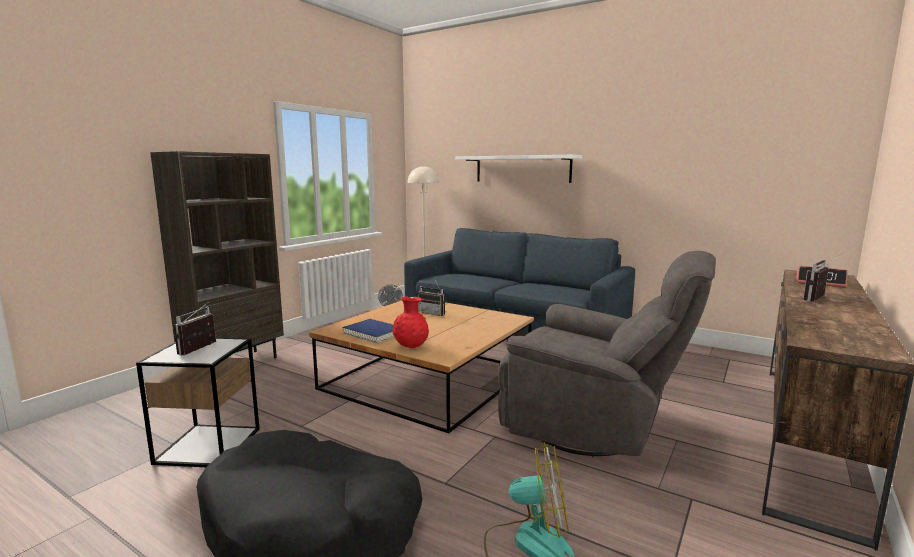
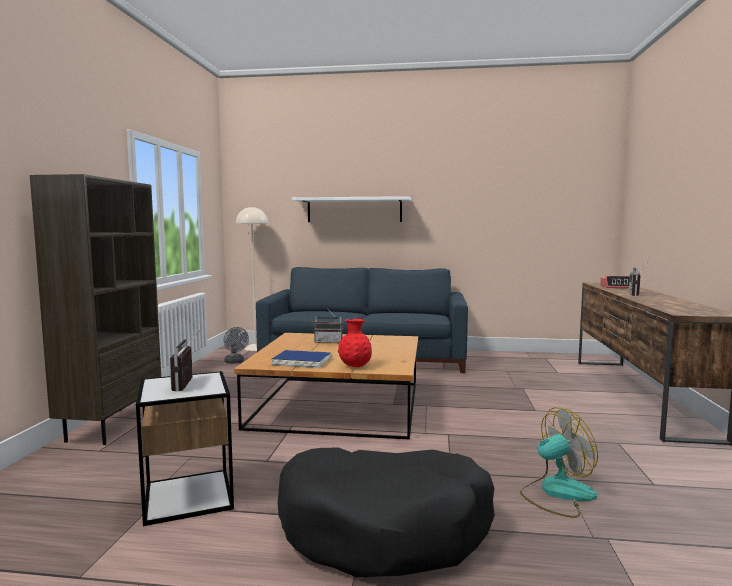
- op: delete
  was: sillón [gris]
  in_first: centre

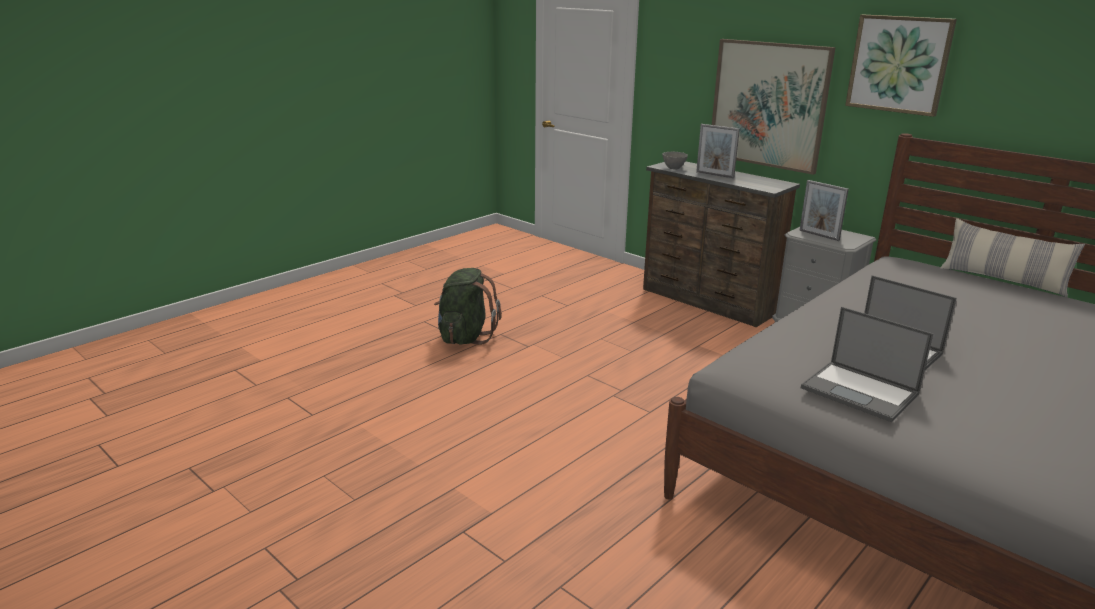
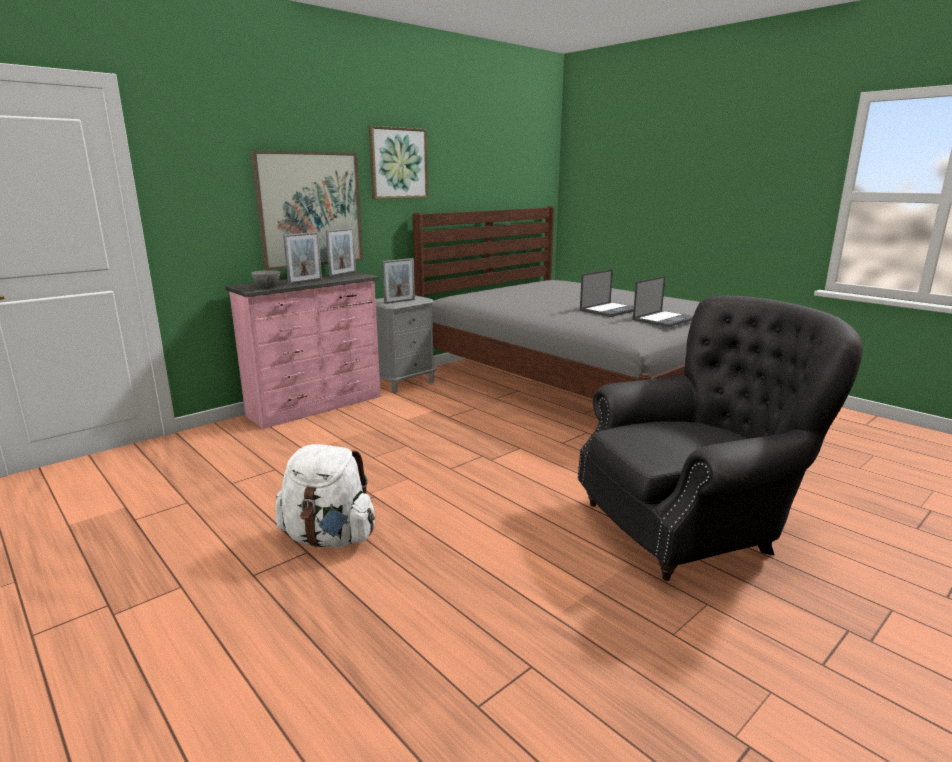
- op: recolor
  was: cómoda [marrón]
  now: cómoda [rosa]
  in_first: centre
  in_second: middle left
- op: recolor
  was: mochila [verde]
  now: mochila [blanco]
  in_first: centre
  in_second: centre
- op: insert
  now: portarretratos (2nd from left)
  in_second: top centre
- op: insert
  now: sillón [gris]
  in_second: middle right
- op: delete
  was: cojín
  in_first: middle right

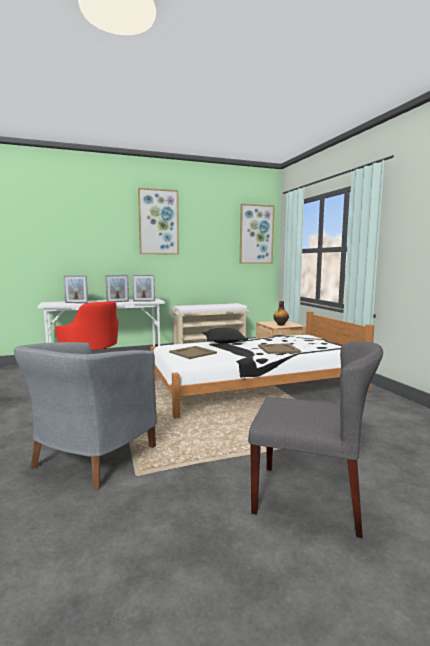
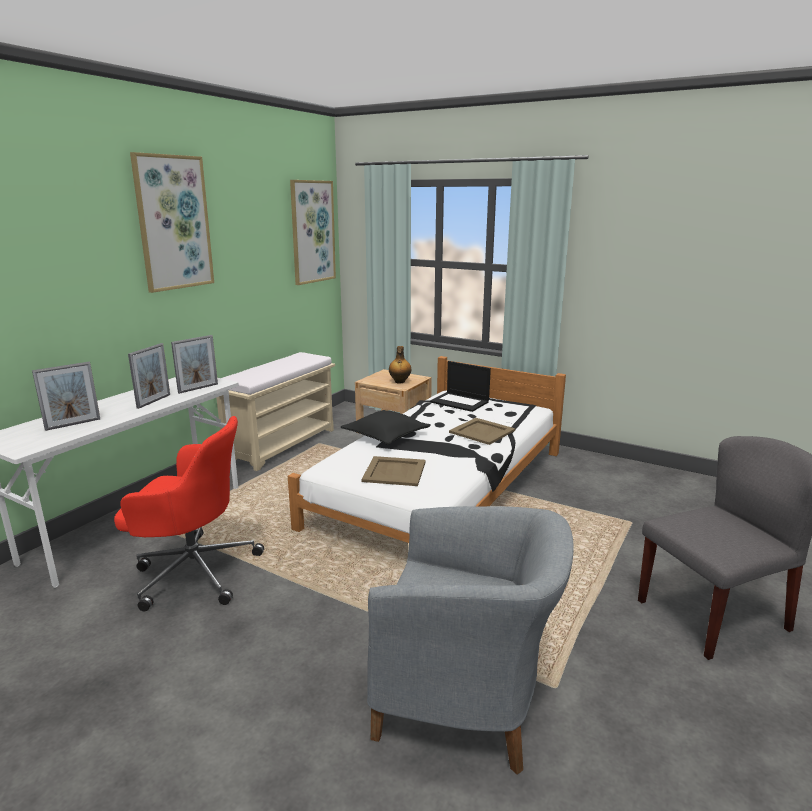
- op: rotate
  was: sillón [gris]
  in_first: middle left
  in_second: bottom centre
  clockwise: -60
- op: insert
  now: portátil
  in_second: centre

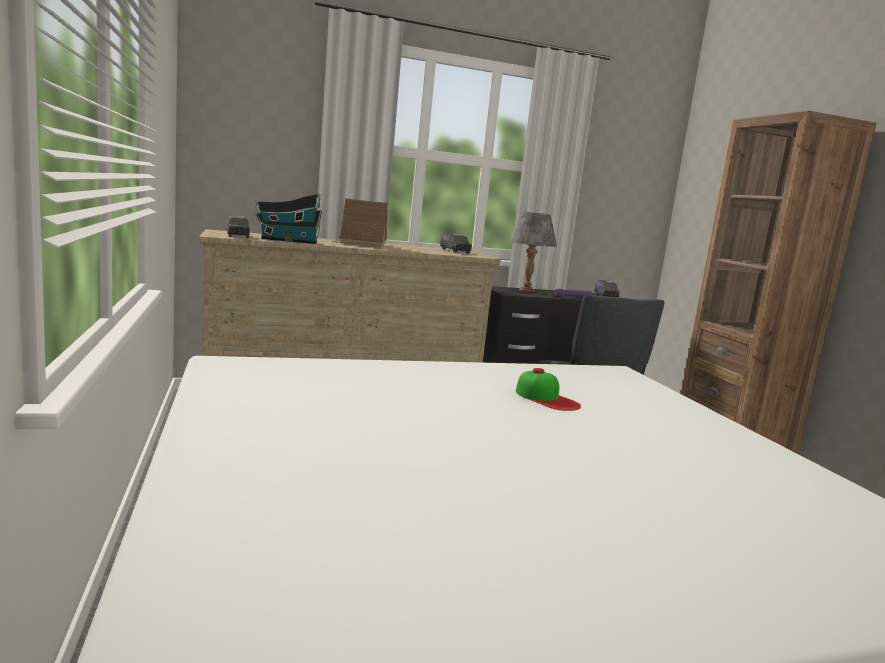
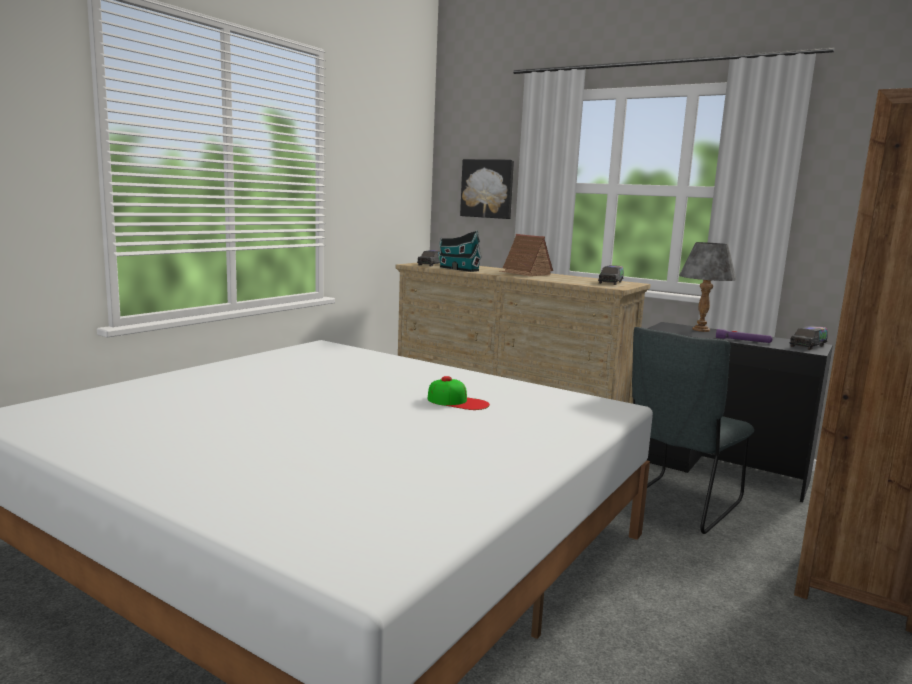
- op: rotate
  was: gorra
  in_first: centre
  in_second: centre
  clockwise: -75
- op: insert
  now: cuadro
  in_second: top centre

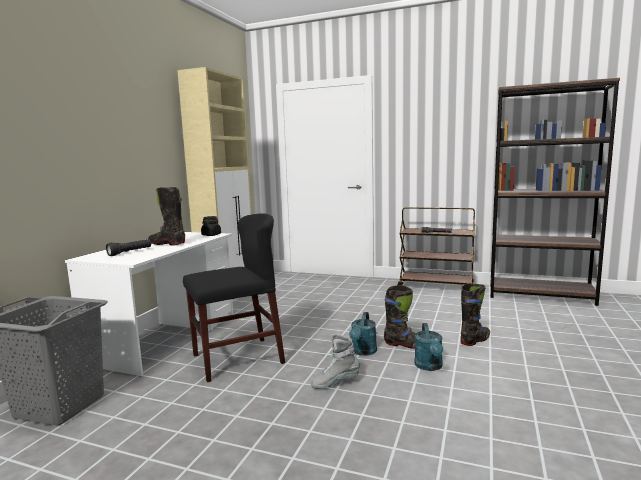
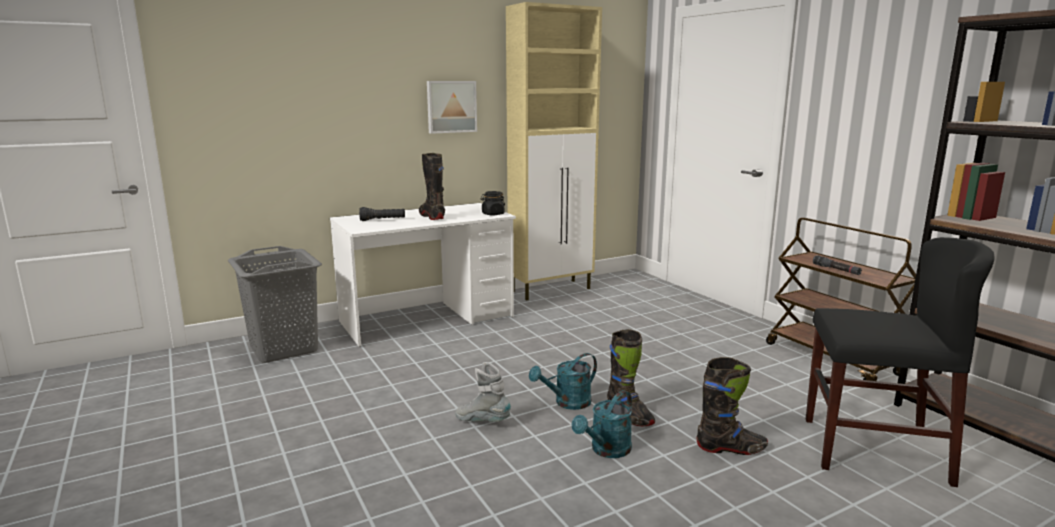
- op: insert
  now: cuadro
  in_second: top centre
- op: move
  was: silla [negro]
  in_first: centre
  in_second: bottom right

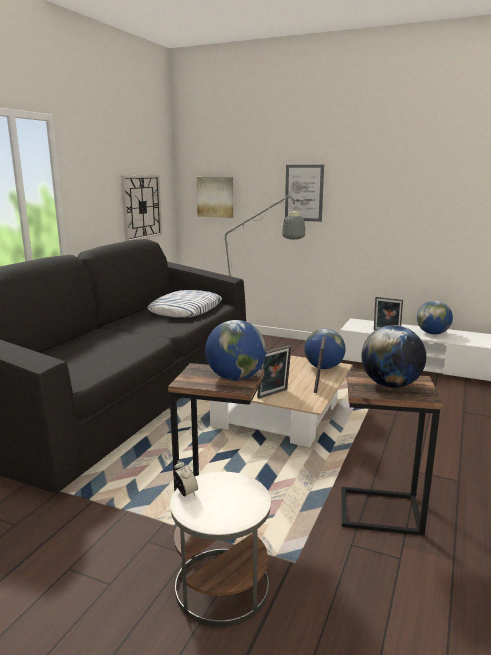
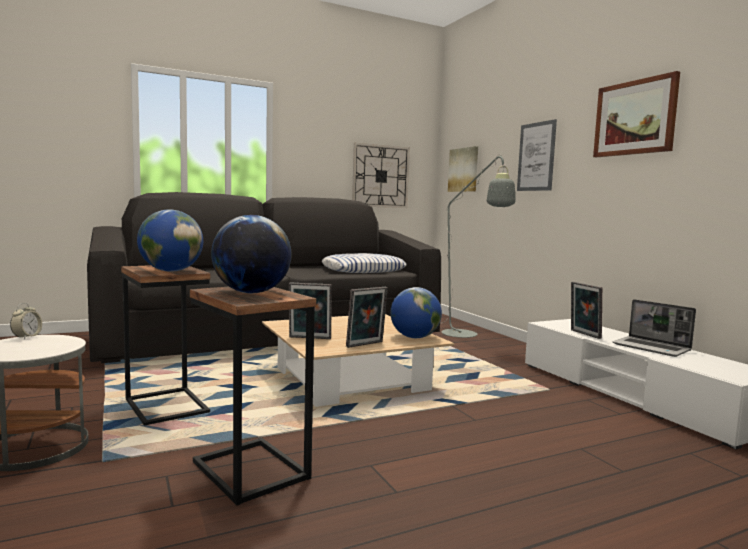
- op: insert
  now: cuadro (3rd from left)
  in_second: top right
- op: replace
  was: globo terráqueo (4th from left)
  now: portátil
  in_first: middle right
  in_second: middle right

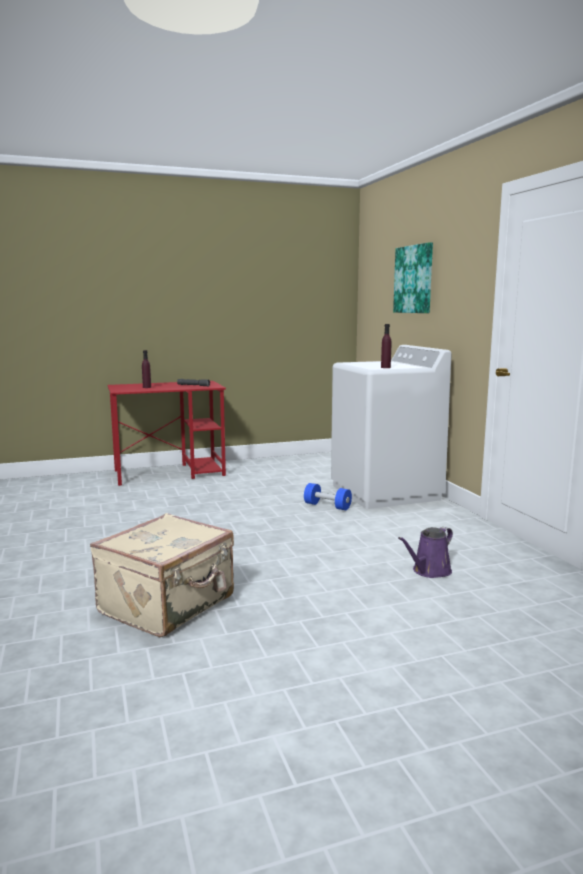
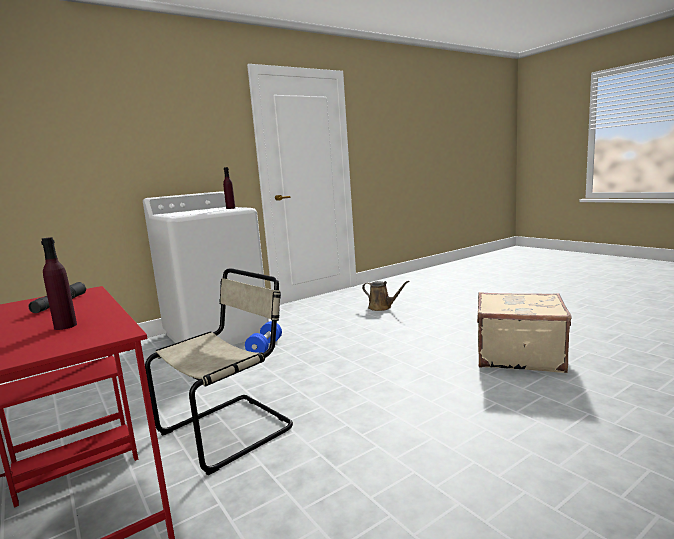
- op: insert
  now: silla [beis]
  in_second: bottom left
- op: recolor
  was: regadera [morado]
  now: regadera [marrón]
  in_first: middle right
  in_second: centre
- op: delete
  was: cuadro
  in_first: top right

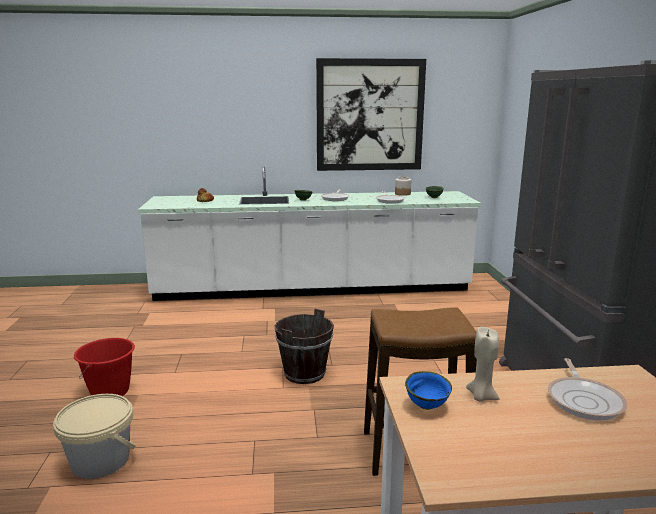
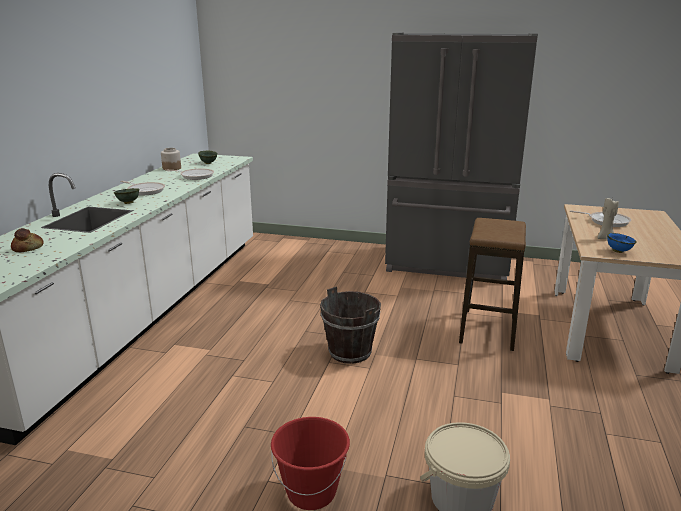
- op: delete
  was: cuadro
  in_first: top centre

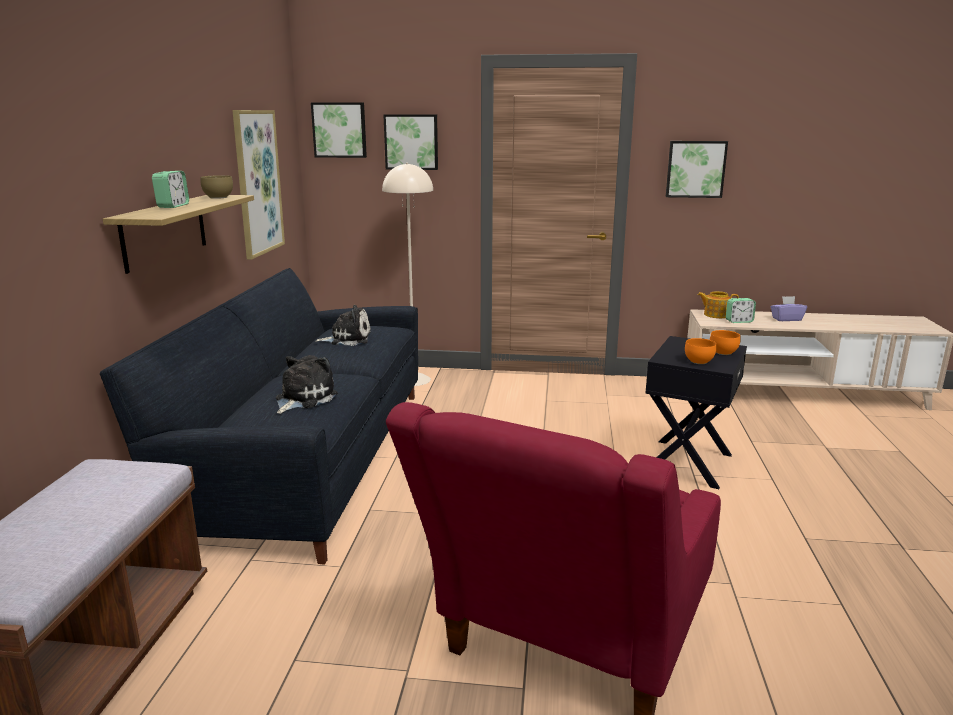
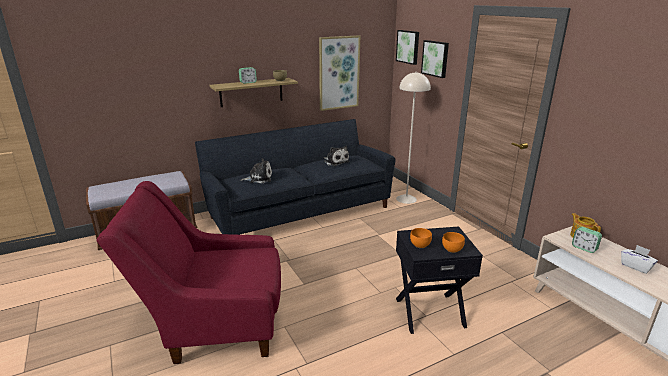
- op: recolor
  was: caja de pañuelos [morado]
  now: caja de pañuelos [blanco]
  in_first: middle right
  in_second: bottom right
- op: delete
  was: cuadro (4th from left)
  in_first: top right

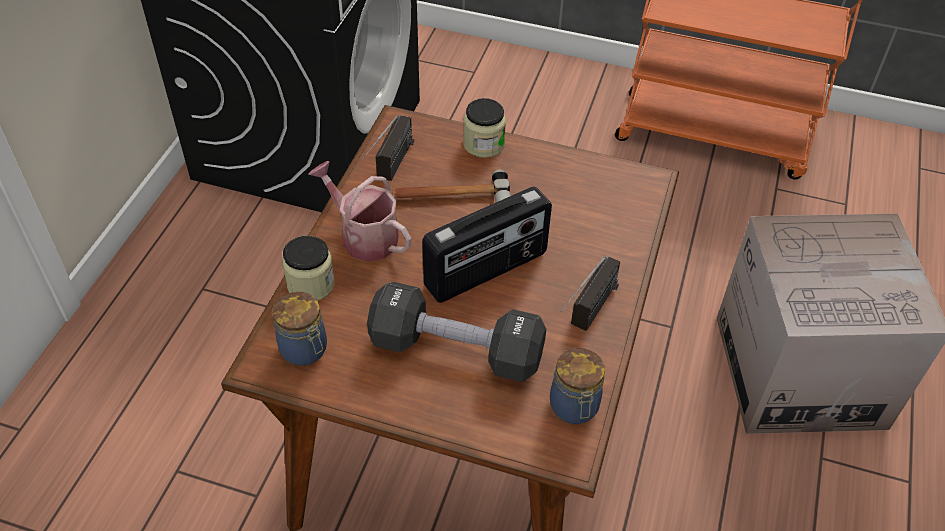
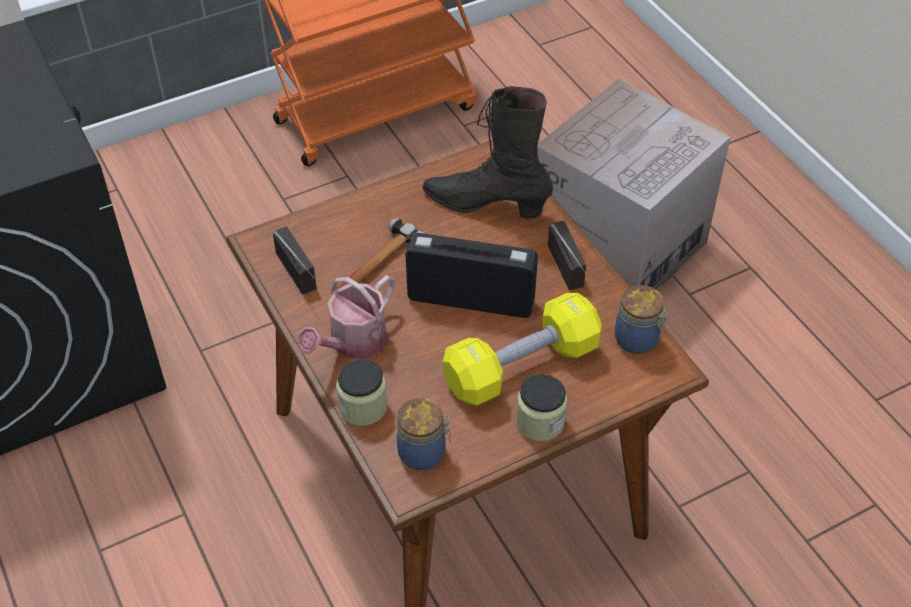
- op: rotate
  was: regadera
  in_first: centre
  in_second: centre
  clockwise: -45
- op: rotate
  was: radio (2nd from left)
  in_first: centre
  in_second: centre
  clockwise: -90
- op: insert
  now: bota [negro]
  in_second: top centre
- op: recolor
  was: mancuerna [negro]
  now: mancuerna [amarillo]
  in_first: centre
  in_second: centre
- op: move
  was: tarro (3rd from left)
  in_first: top centre
  in_second: bottom centre

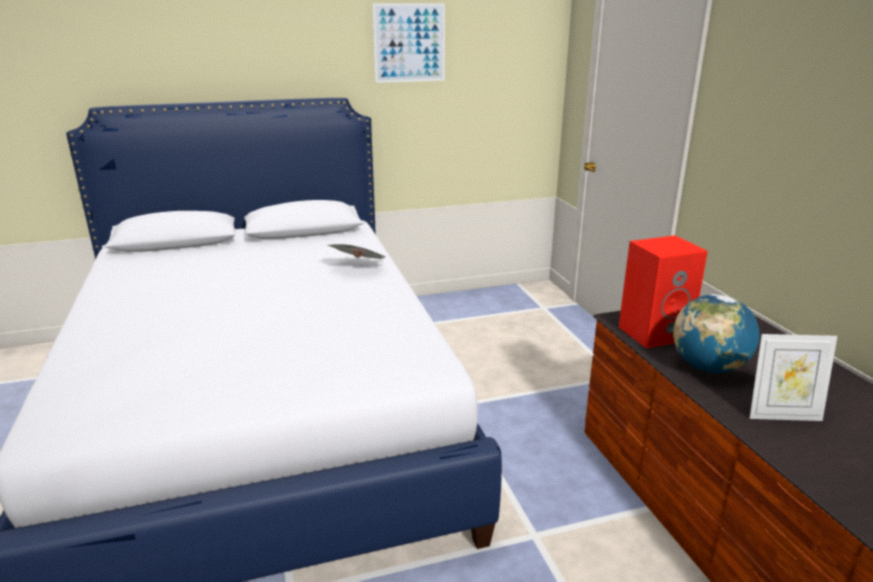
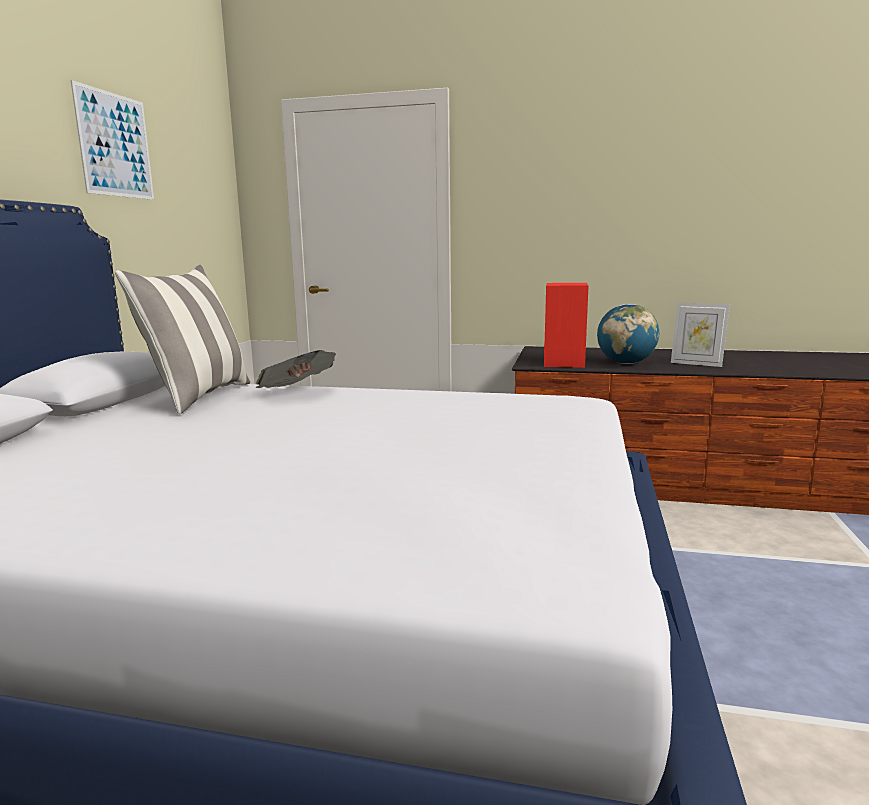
- op: insert
  now: cojín
  in_second: middle left
- op: rotate
  was: portarretratos
  in_first: middle right
  in_second: middle right
  clockwise: 90

